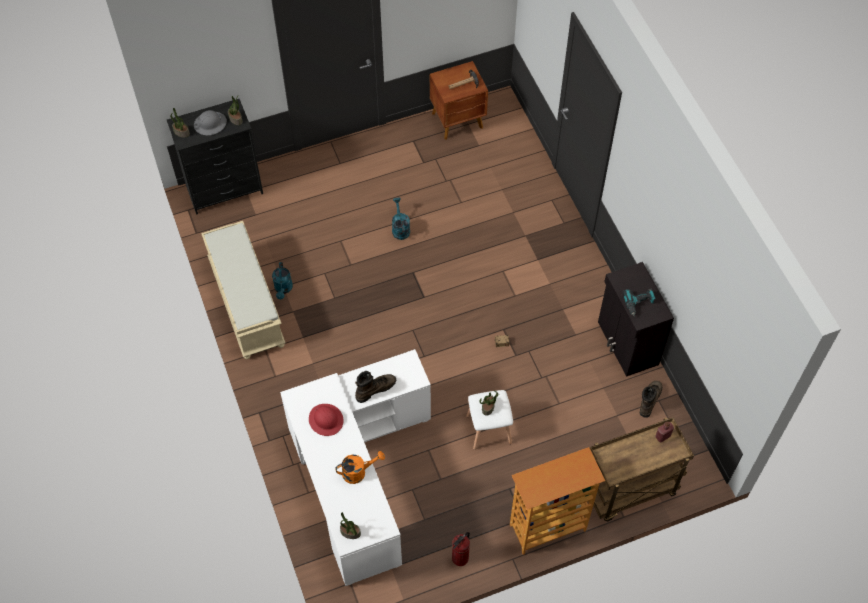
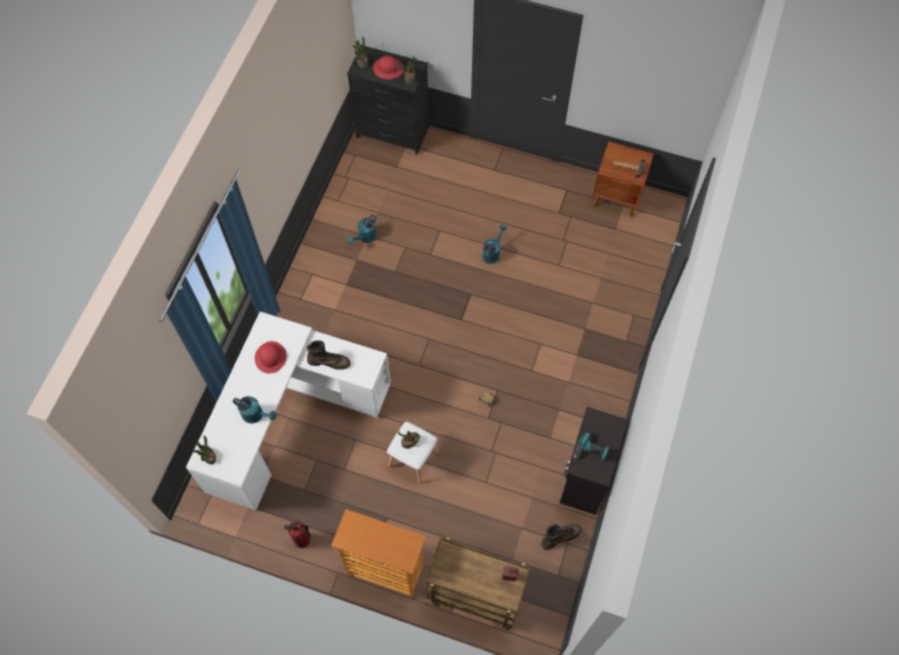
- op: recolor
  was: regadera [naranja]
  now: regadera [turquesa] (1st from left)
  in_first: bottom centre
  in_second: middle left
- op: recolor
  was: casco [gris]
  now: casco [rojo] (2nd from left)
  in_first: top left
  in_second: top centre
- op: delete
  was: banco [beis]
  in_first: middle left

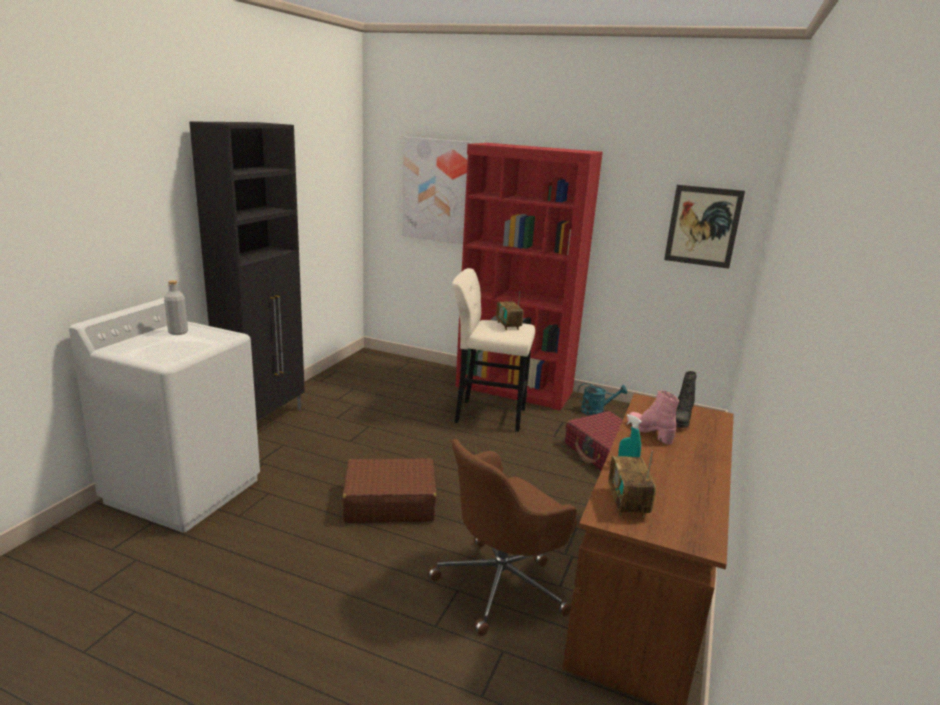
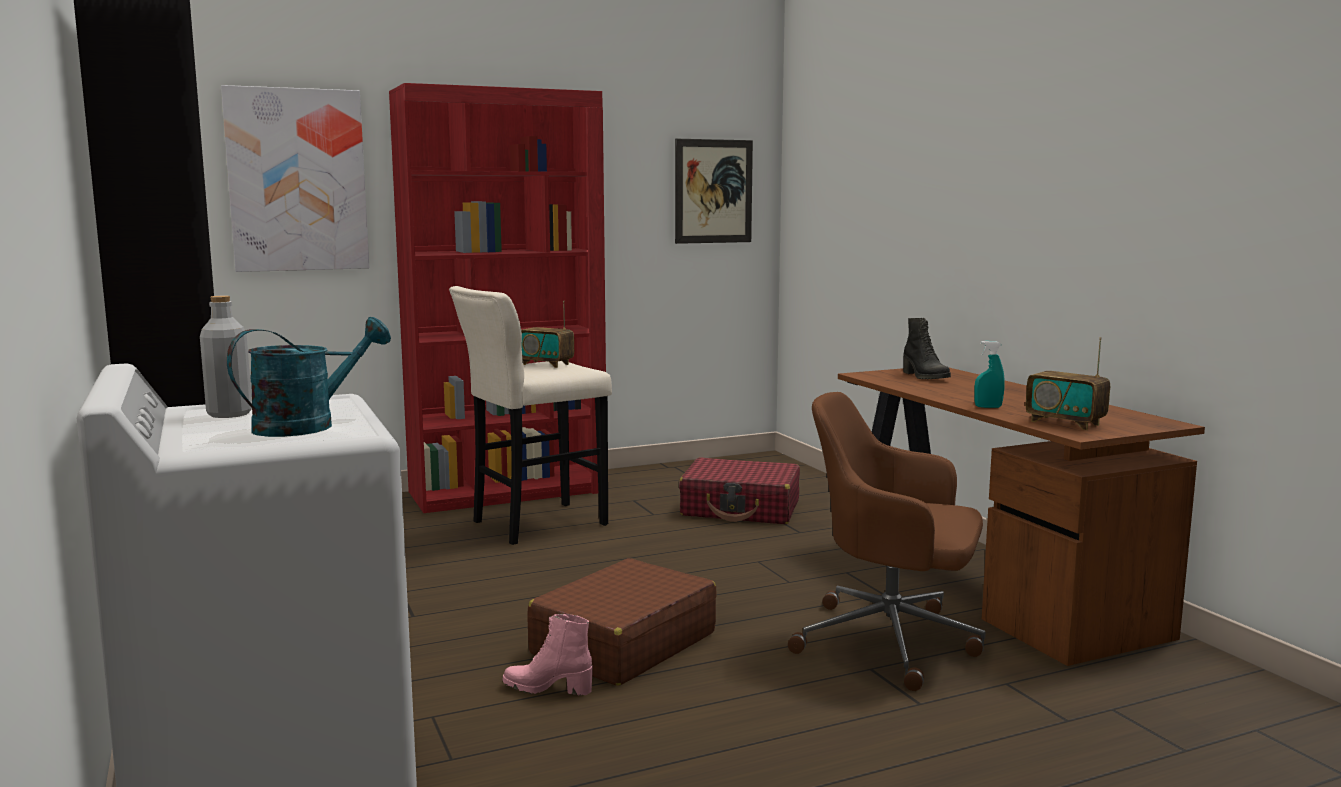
- op: move
  was: regadera [turquesa]
  in_first: centre
  in_second: middle left
- op: move
  was: bota [rosa]
  in_first: middle right
  in_second: bottom centre
- op: rotate
  was: silla de oficina [marrón]
  in_first: bottom centre
  in_second: bottom centre
  clockwise: 105

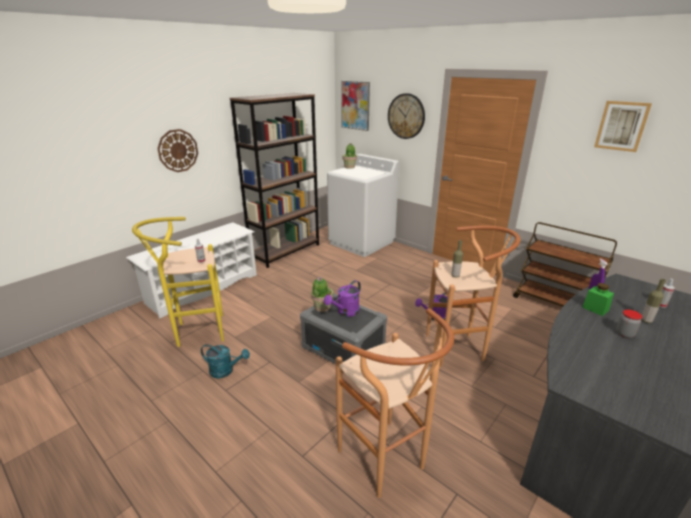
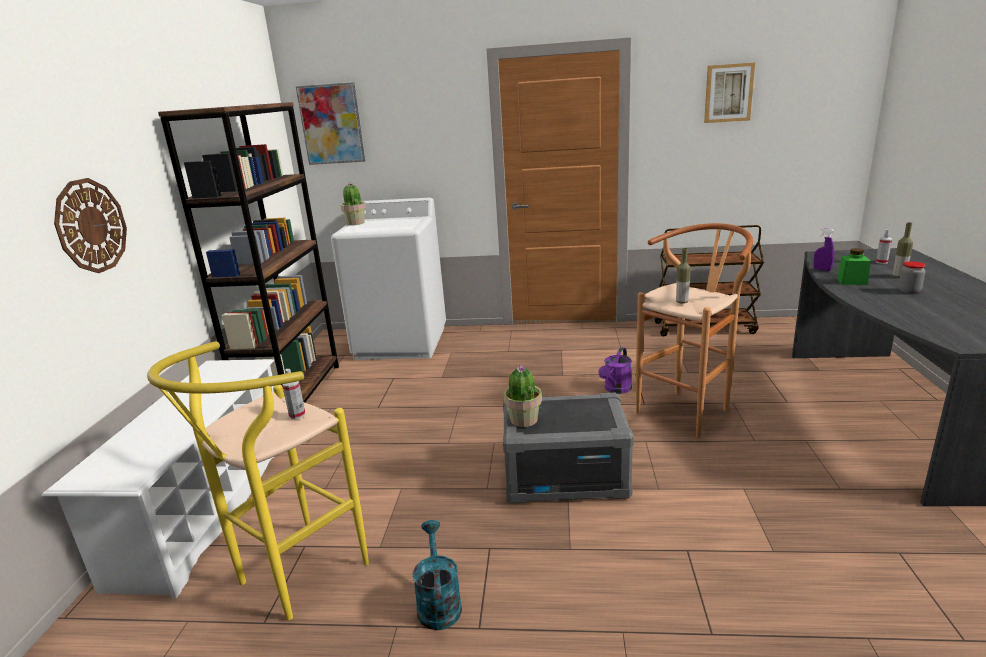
- op: rotate
  was: regadera [turquesa]
  in_first: bottom left
  in_second: bottom centre
  clockwise: -75
- op: delete
  was: regadera [morado] (1st from left)
  in_first: centre
- op: delete
  was: taburete [marrón] (1st from left)
  in_first: bottom centre
- op: delete
  was: reloj de pared (2nd from left)
  in_first: top centre

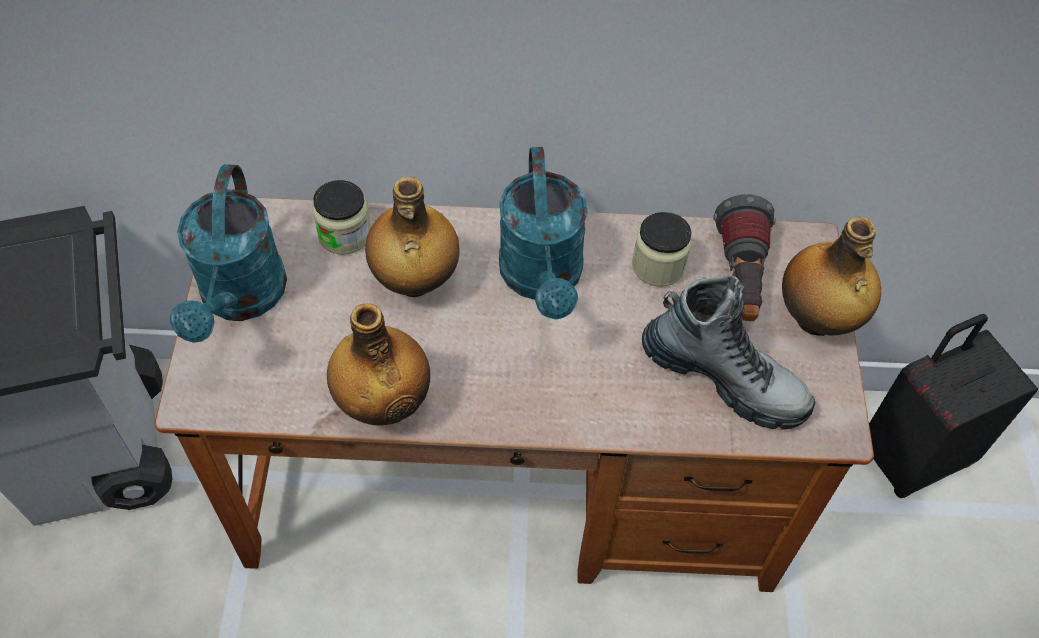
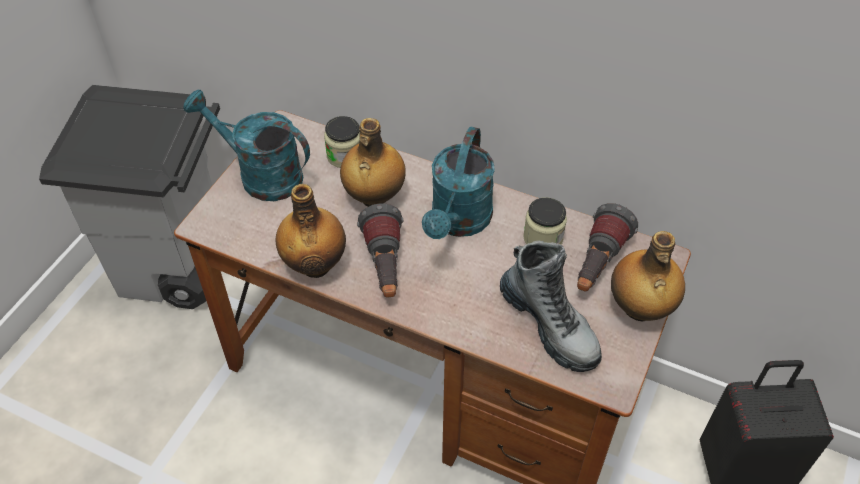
- op: rotate
  was: regadera [turquesa] (1st from left)
  in_first: middle left
  in_second: top left
  clockwise: 90
- op: insert
  now: linterna (1st from left)
  in_second: centre

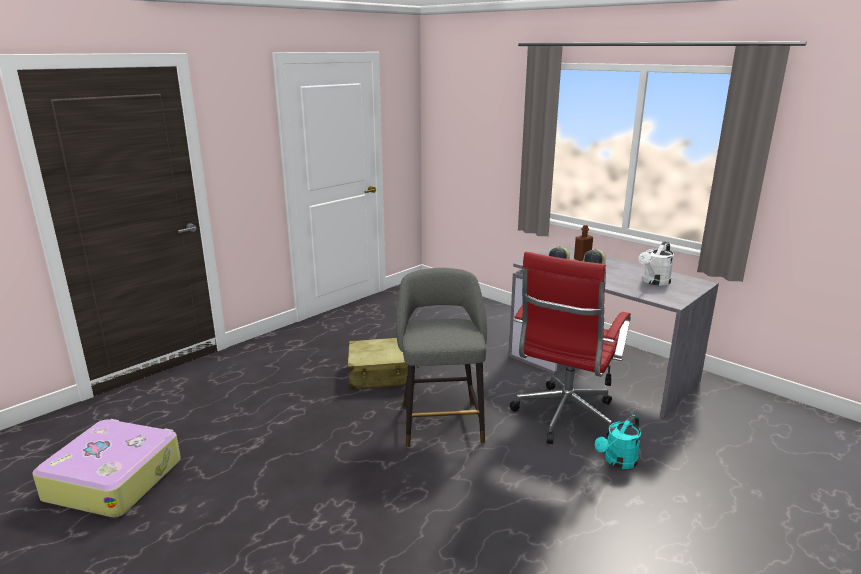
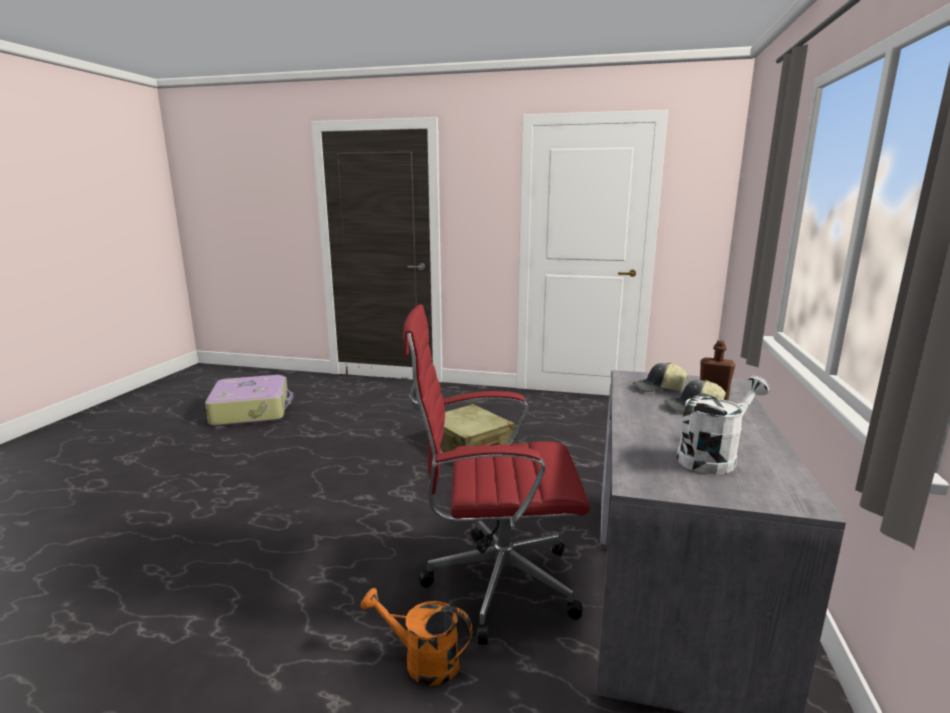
- op: recolor
  was: regadera [turquesa]
  now: regadera [naranja]
  in_first: bottom right
  in_second: bottom centre
- op: rotate
  was: regadera [blanco]
  in_first: middle right
  in_second: middle right
  clockwise: 135
- op: delete
  was: taburete [gris]
  in_first: centre

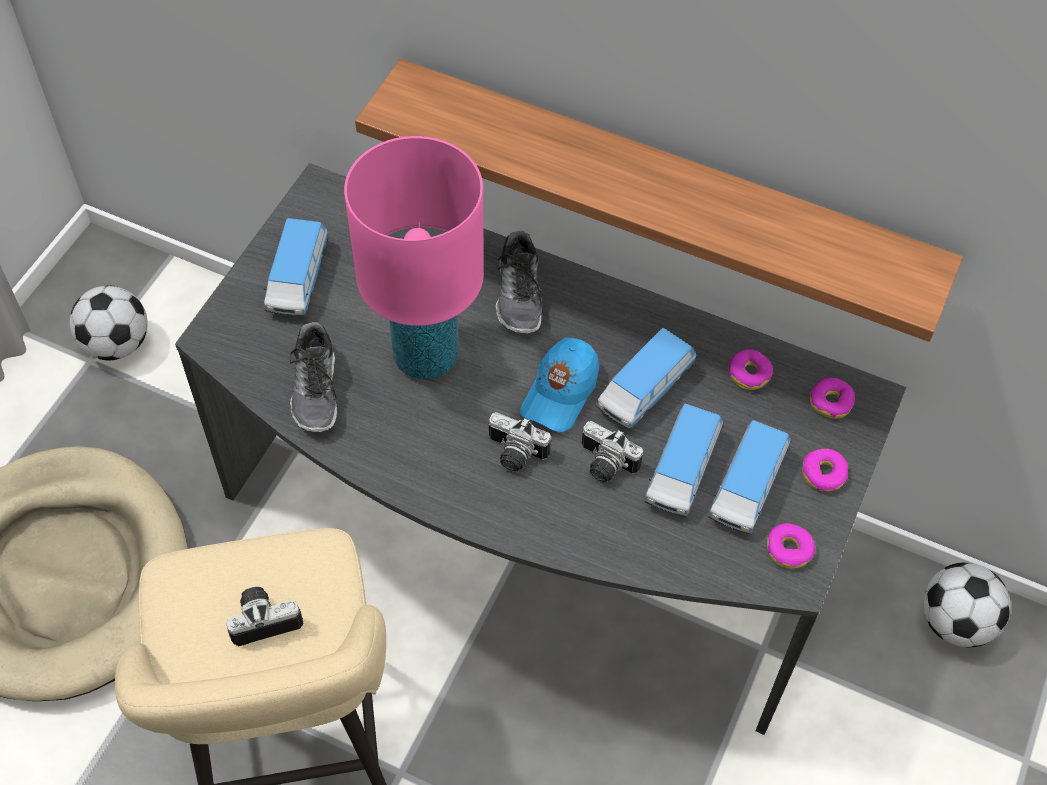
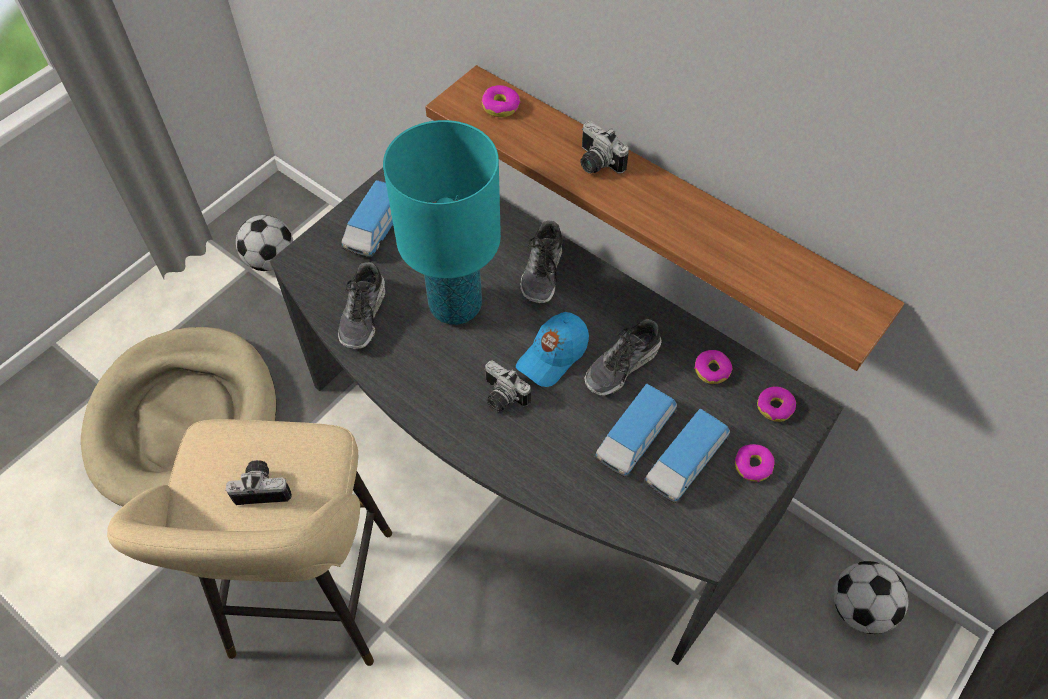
- op: recolor
  was: lámpara de mesa [rosa]
  now: lámpara de mesa [turquesa]
  in_first: top centre
  in_second: top centre
- op: move
  was: rosquilla (2nd from left in the first image)
  now: rosquilla (1st from left)
  in_first: bottom right
  in_second: top centre
- op: move
  was: cámara (3rd from left)
  in_first: centre
  in_second: top centre
- op: replace
  was: coche de juguete (2nd from left)
  now: zapato (3rd from left)
  in_first: centre
  in_second: centre

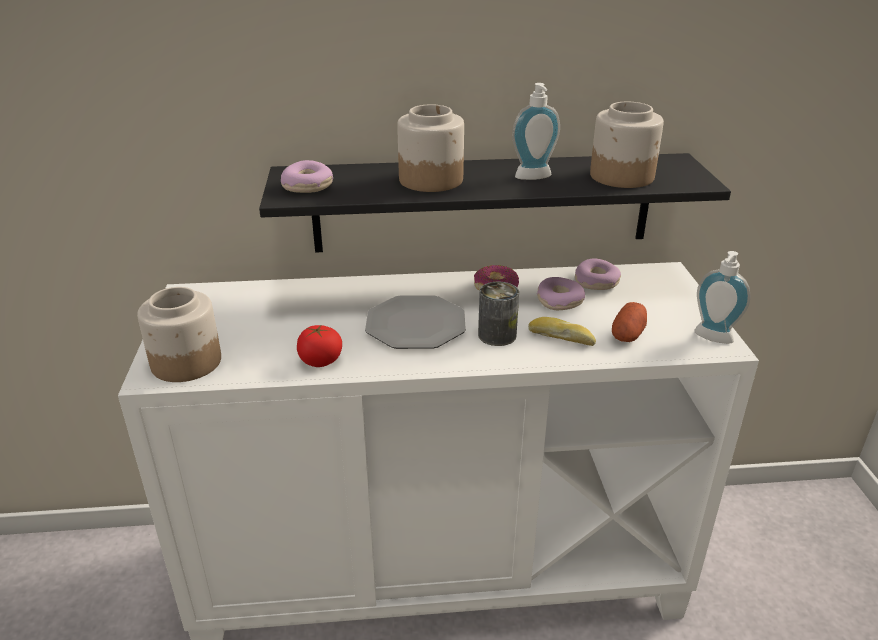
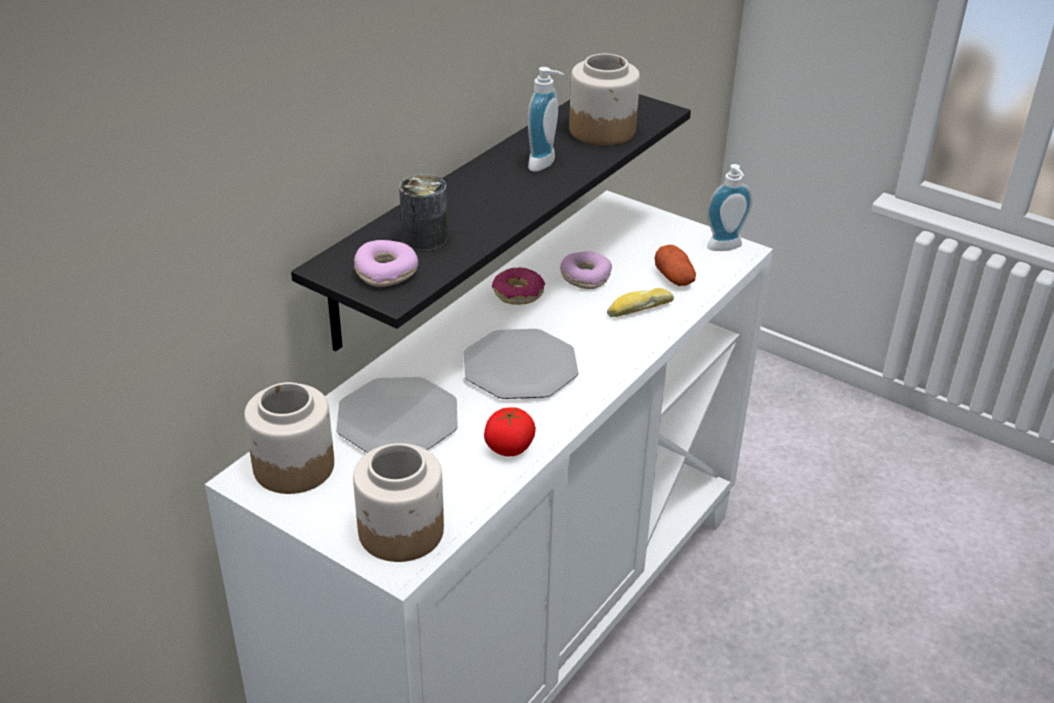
- op: move
  was: tarro (2nd from left in the first image)
  now: tarro (1st from left)
  in_first: top centre
  in_second: middle left
- op: insert
  now: plato (1st from left)
  in_second: centre
- op: move
  was: lata
  in_first: centre
  in_second: top centre
- op: delete
  was: rosquilla (4th from left)
  in_first: middle right

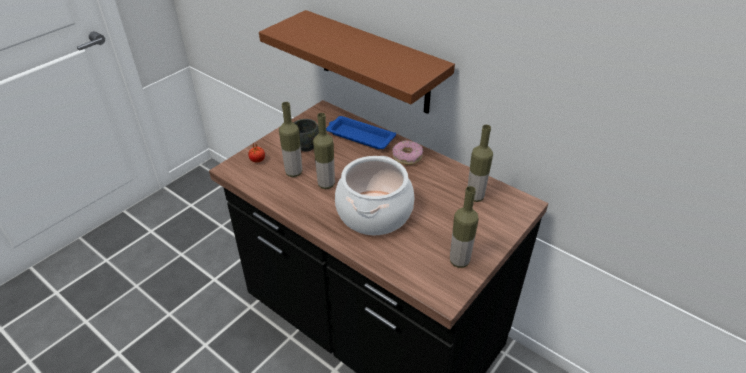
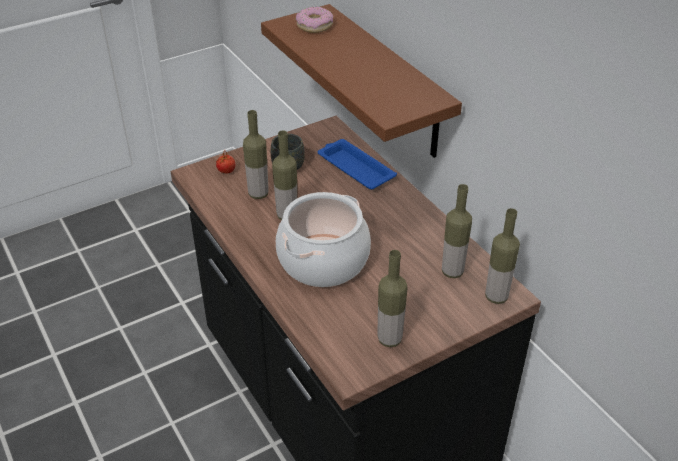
- op: move
  was: rosquilla
  in_first: centre
  in_second: top centre
- op: insert
  now: botella (5th from left)
  in_second: middle right

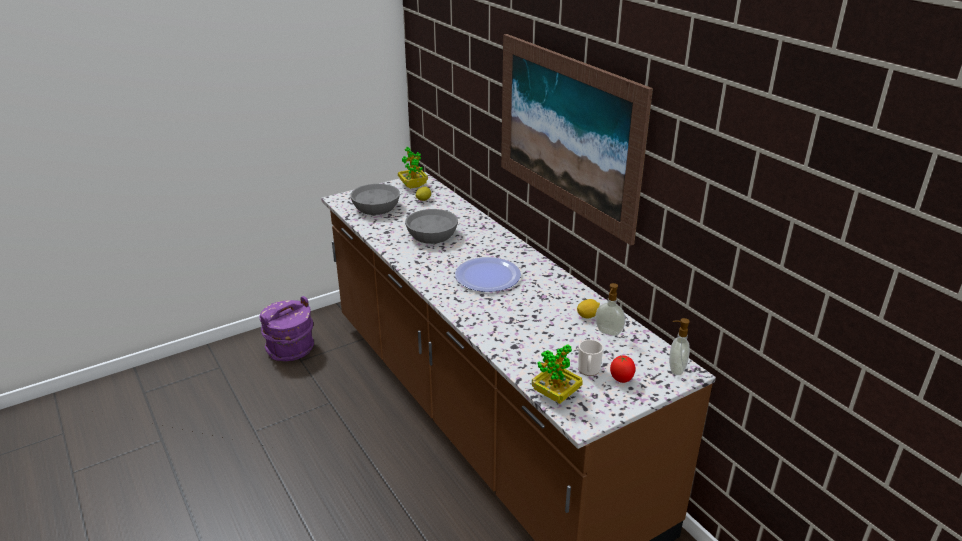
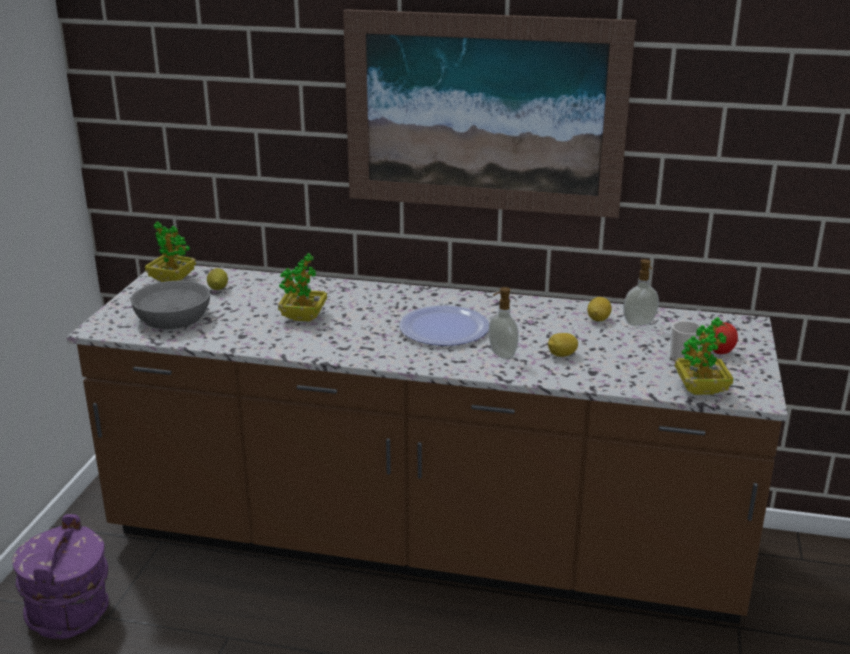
- op: replace
  was: cuenco [gris] (2nd from left)
  now: planta en maceta (2nd from left)
  in_first: centre
  in_second: centre
- op: move
  was: dispensador de jabón (2nd from left in the first image)
  now: dispensador de jabón (1st from left)
  in_first: middle right
  in_second: centre
- op: insert
  now: limón (2nd from left)
  in_second: centre

